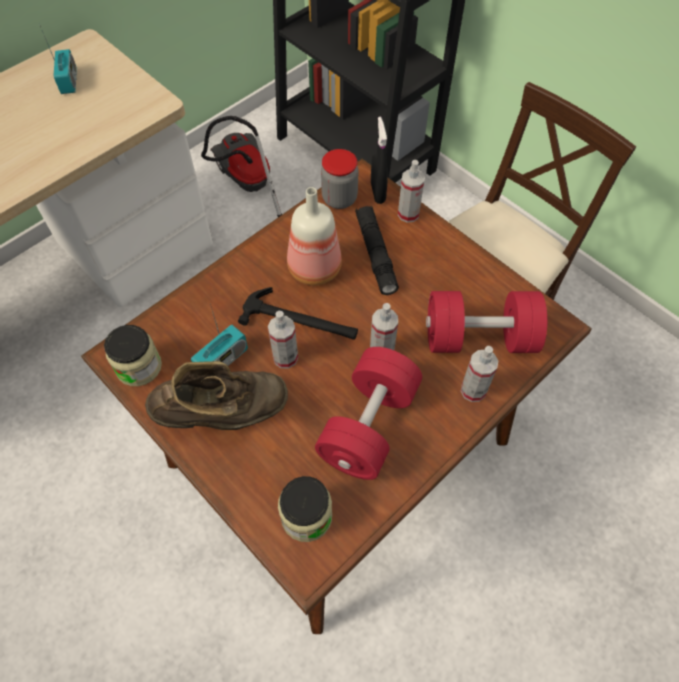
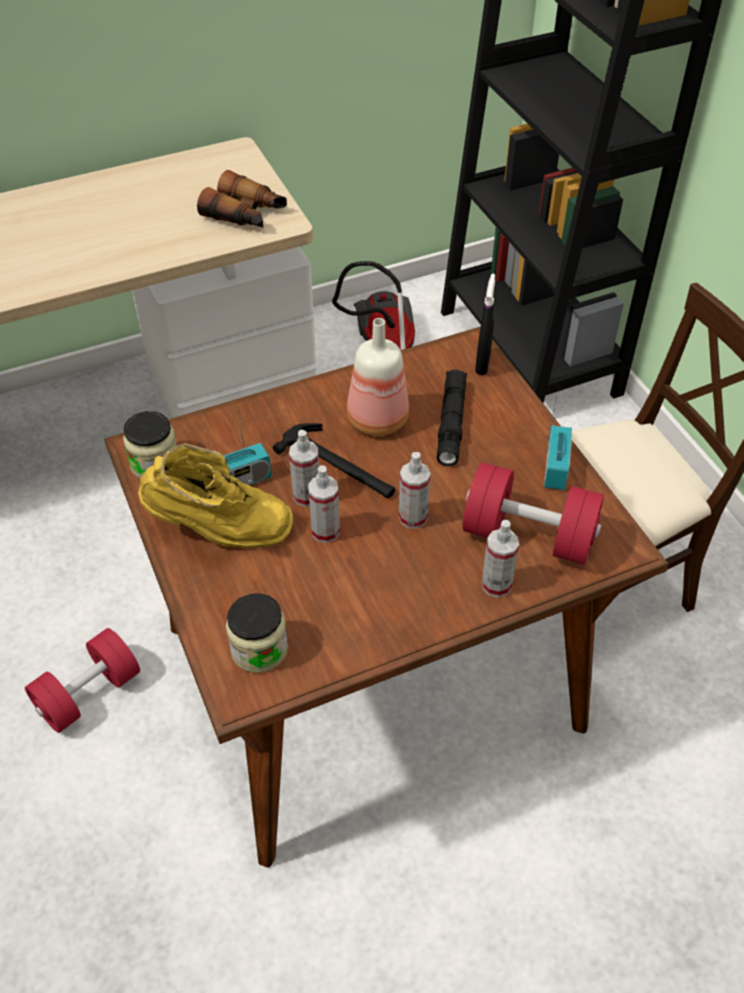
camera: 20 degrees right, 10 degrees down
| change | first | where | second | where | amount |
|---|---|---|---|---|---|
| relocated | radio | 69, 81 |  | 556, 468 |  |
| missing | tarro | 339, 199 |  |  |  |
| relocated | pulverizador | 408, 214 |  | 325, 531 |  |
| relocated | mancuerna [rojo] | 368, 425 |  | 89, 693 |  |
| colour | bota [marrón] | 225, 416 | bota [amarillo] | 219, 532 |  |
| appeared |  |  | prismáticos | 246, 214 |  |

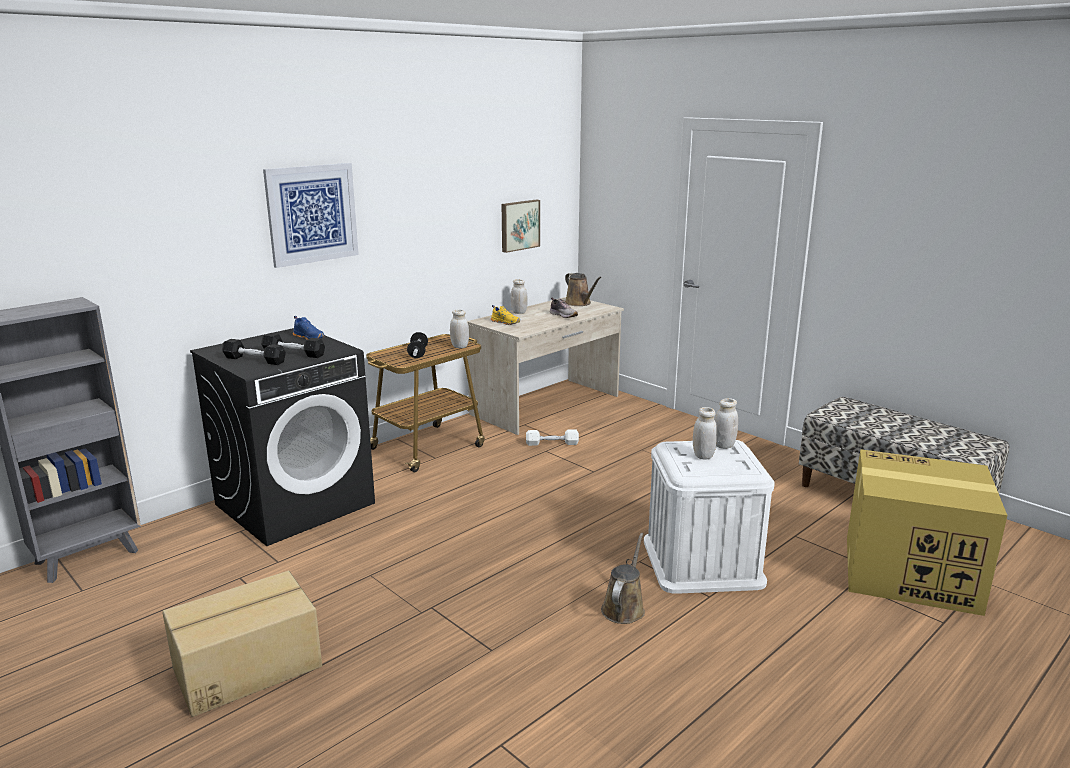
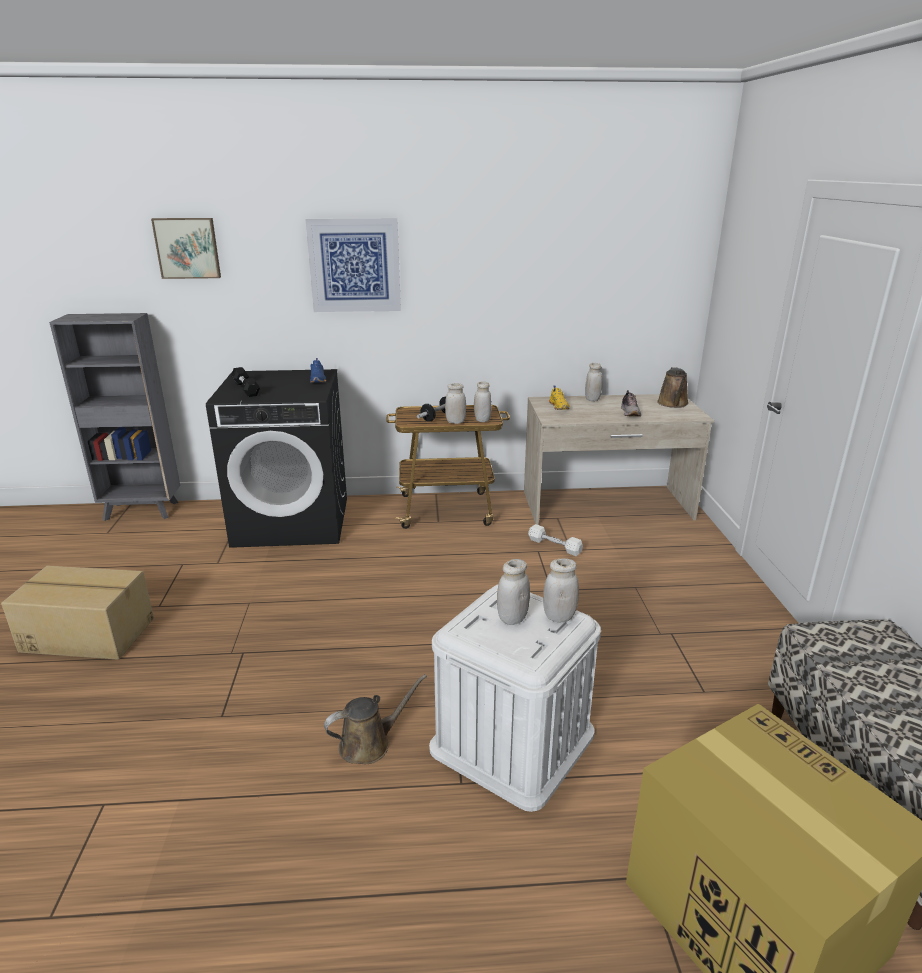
camera: 40 degrees right, 5 degrees up
| change | first | where | second | where | amount |
|---|---|---|---|---|---|
| relocated | cuadro | 519, 225 |  | 187, 248 |  |
| missing | mancuerna [negro] | 293, 353 |  |  |  |
| appeared |  |  | tarro [blanco] | 455, 422 |  |

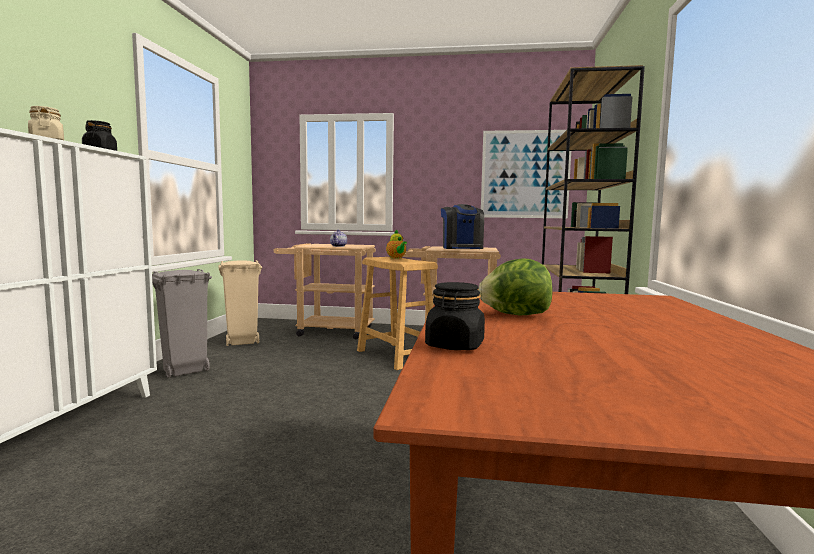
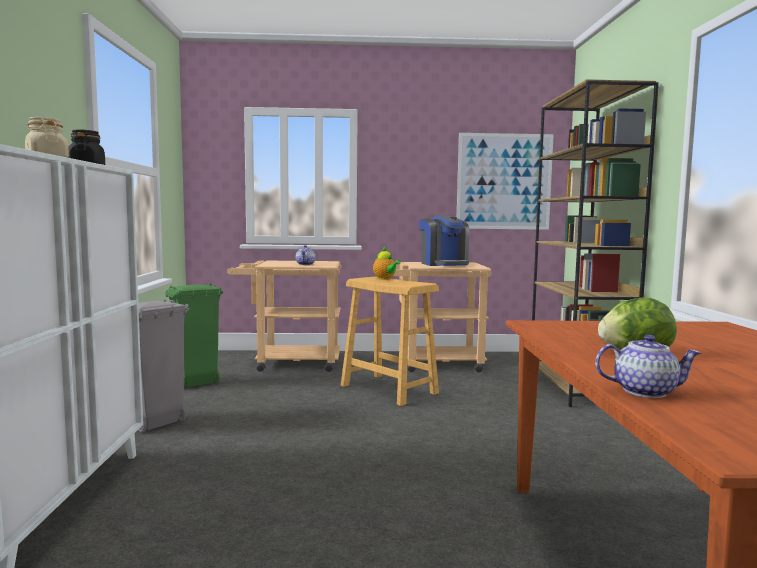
camera: 10 degrees left, 0 degrees up
| change | first | where | second | where | amount |
|---|---|---|---|---|---|
| colour | papelera [beis] | 241, 342 | papelera [verde] | 196, 383 |  |
| exchanged | tarro [negro] | 455, 346 | tetera | 645, 391 |  |

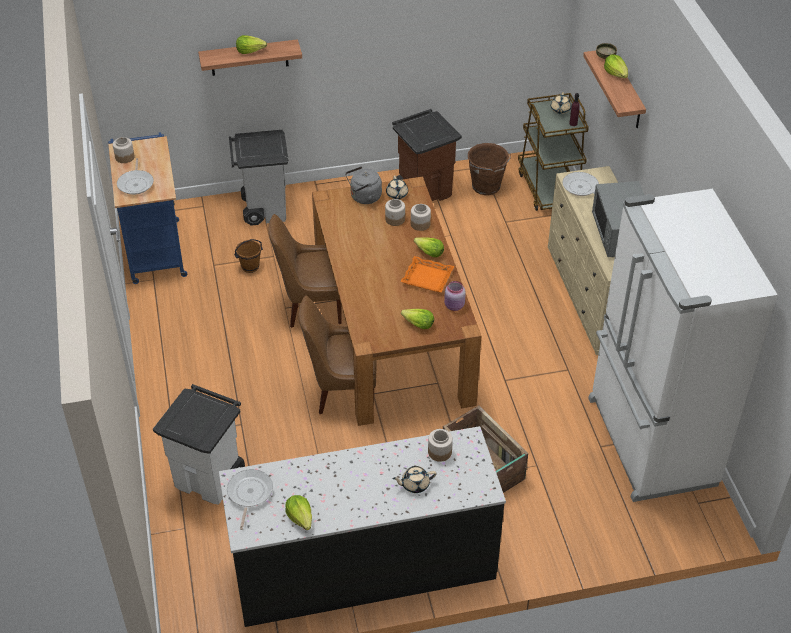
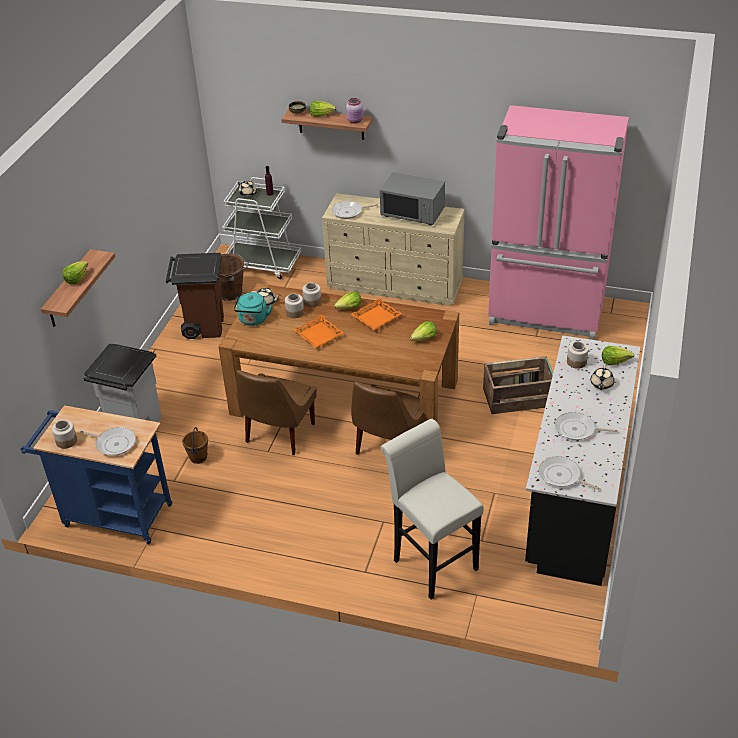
camera: 60 degrees left, 5 degrees down
| change | first | where | second | where | amount |
|---|---|---|---|---|---|
| colour | carrito [marrón] | 549, 188 | carrito [blanco] | 262, 264 |  |
| colour | hervidor [gris] | 364, 197 | hervidor [turquesa] | 253, 320 |  |
| colour | nevera [blanco] | 649, 442 | nevera [rosa] | 546, 313 |  |
| relocated | tarro [rosa] | 454, 306 |  | 355, 121 |  |
| exchanged | papelera [blanco] | 210, 478 | taburete [blanco] | 431, 561 |  |
| relocated | lechuga | 300, 518 |  | 615, 361 |  |
| appeared |  |  | bandeja [naranja] | 318, 335 |  |
| appeared |  |  | sartén | 577, 429 |  |

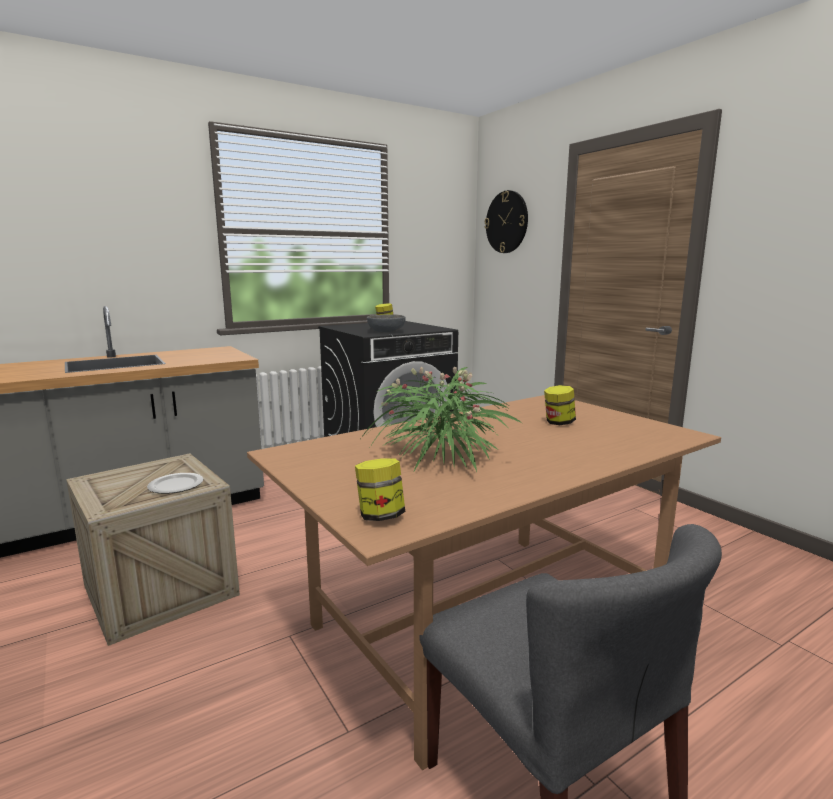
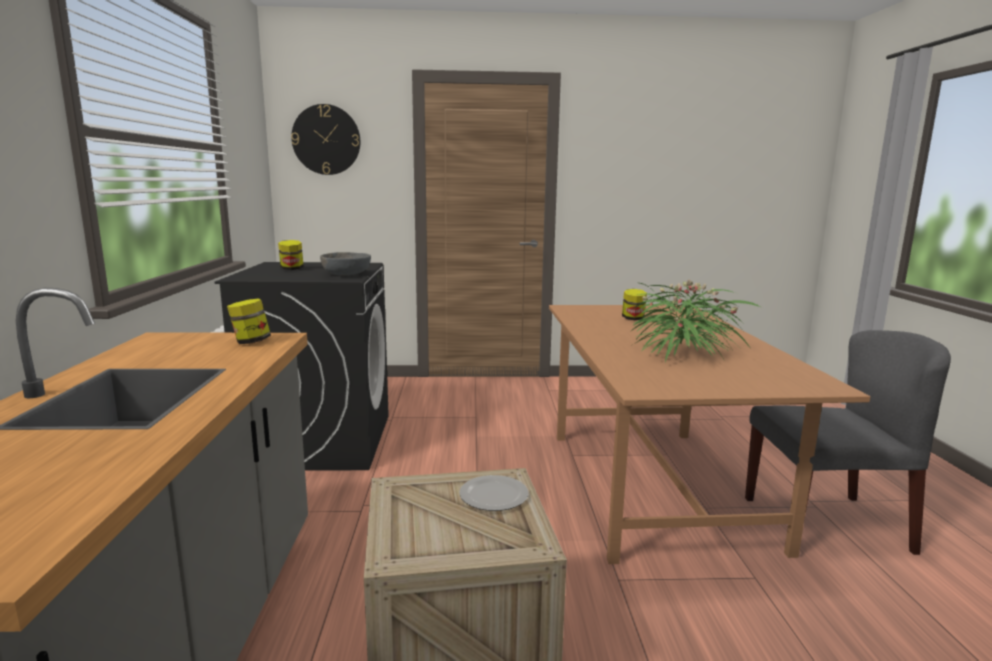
camera: 60 degrees left, 0 degrees up
| change | first | where | second | where | amount |
|---|---|---|---|---|---|
| relocated | tarro | 380, 516 |  | 251, 342 |  |

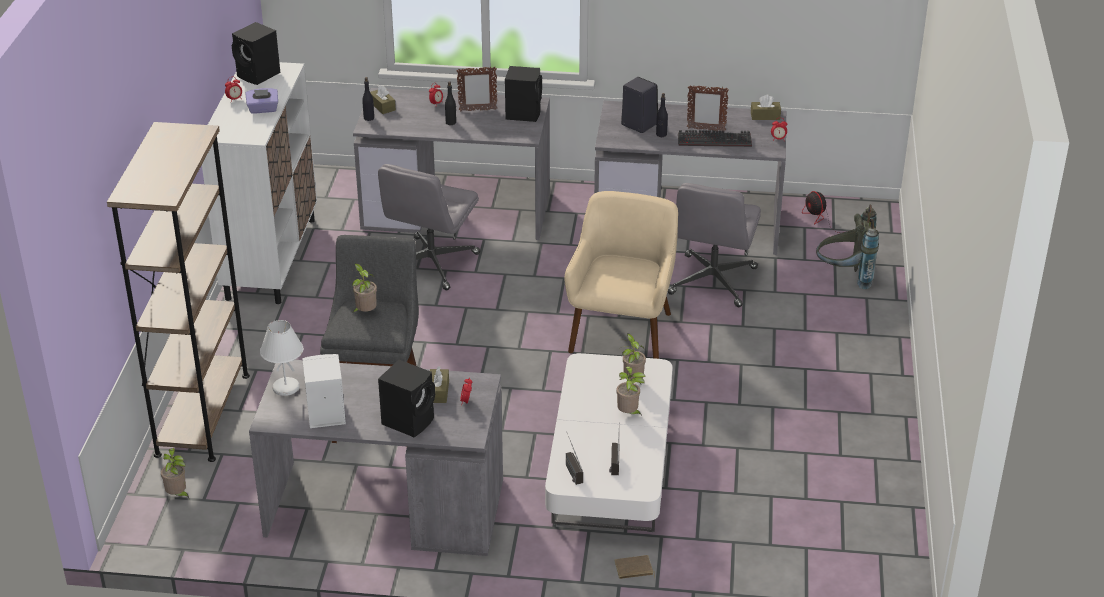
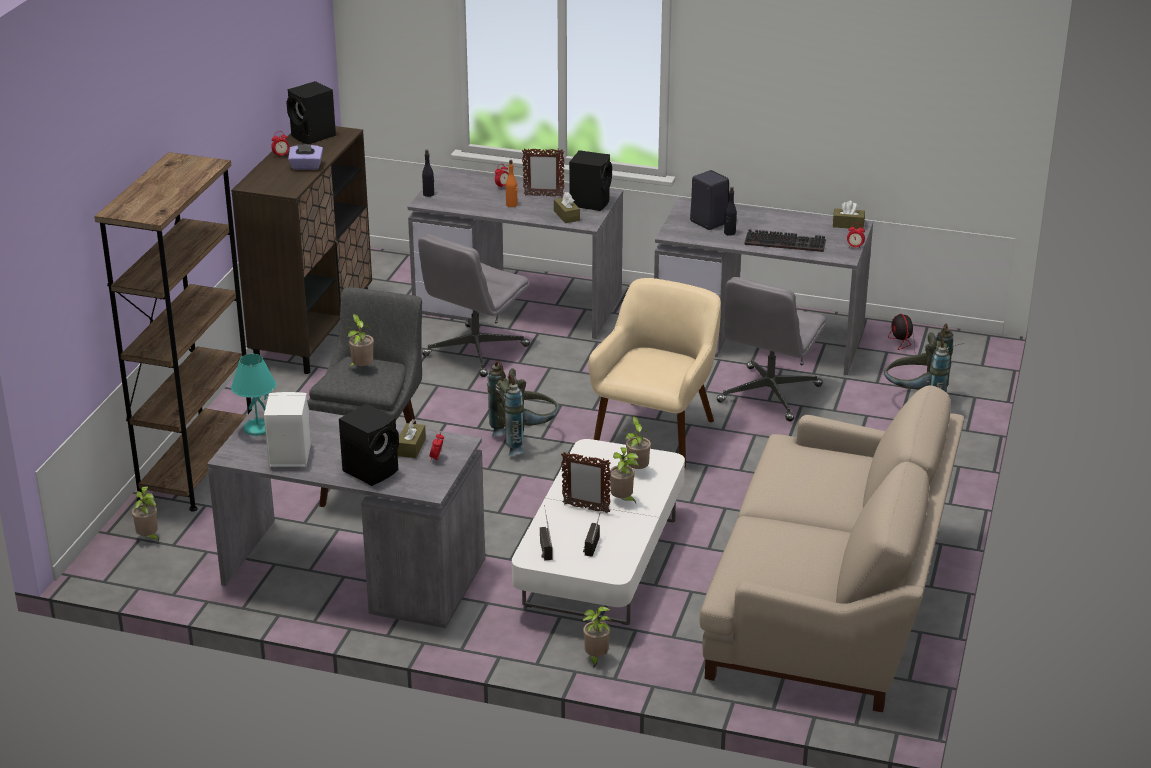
camera: 10 degrees right, 5 degrees down
| change | first | where | second | where | amount |
|---|---|---|---|---|---|
| colour | armario [blanco] | 271, 258 | armario [marrón] | 313, 331 |  |
| colour | botella [negro] | 451, 122 | botella [naranja] | 511, 205 |  |
| relocated | caja de pañuelos [marrón] | 382, 106 |  | 566, 216 |  |
| relocated | portarretratos | 705, 129 |  | 585, 508 |  |
| colour | lámpara de mesa [blanco] | 285, 388 | lámpara de mesa [turquesa] | 257, 429 |  |
| exchanged | libro [marrón] | 634, 570 | planta en maceta | 595, 658 |  |
| appeared |  |  | mochila [gris] | 525, 439 |  |
| appeared |  |  | sofá [beis] | 831, 600 |  |

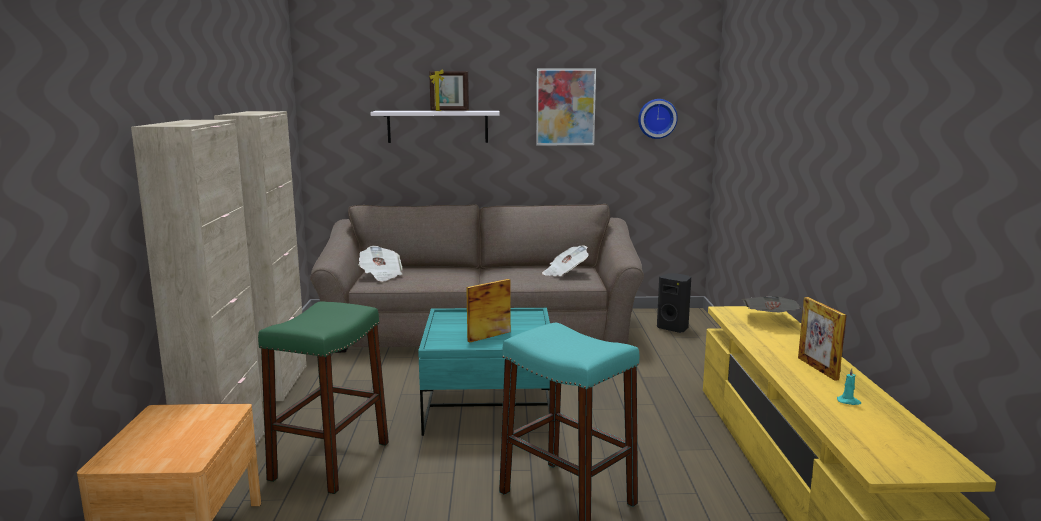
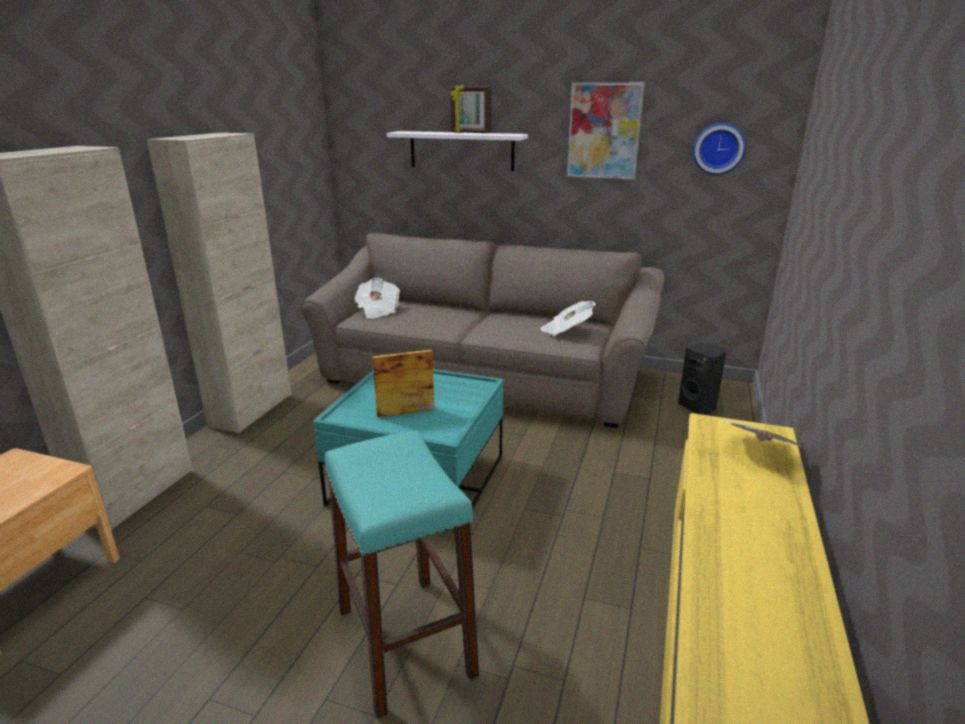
camera: 20 degrees right, 10 degrees up
| change | first | where | second | where | amount |
|---|---|---|---|---|---|
| missing | portarretratos | 817, 368 |  |  |  |
| missing | taburete [verde] | 330, 460 |  |  |  |
| missing | vela [turquesa] | 848, 401 |  |  |  |

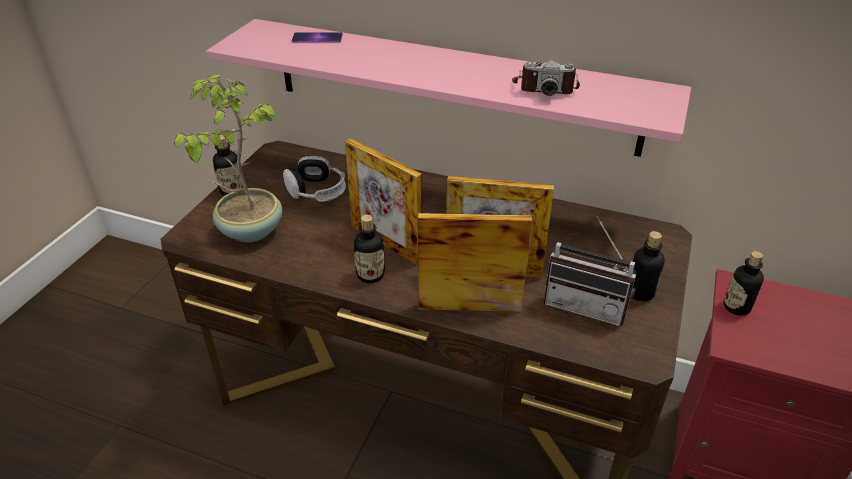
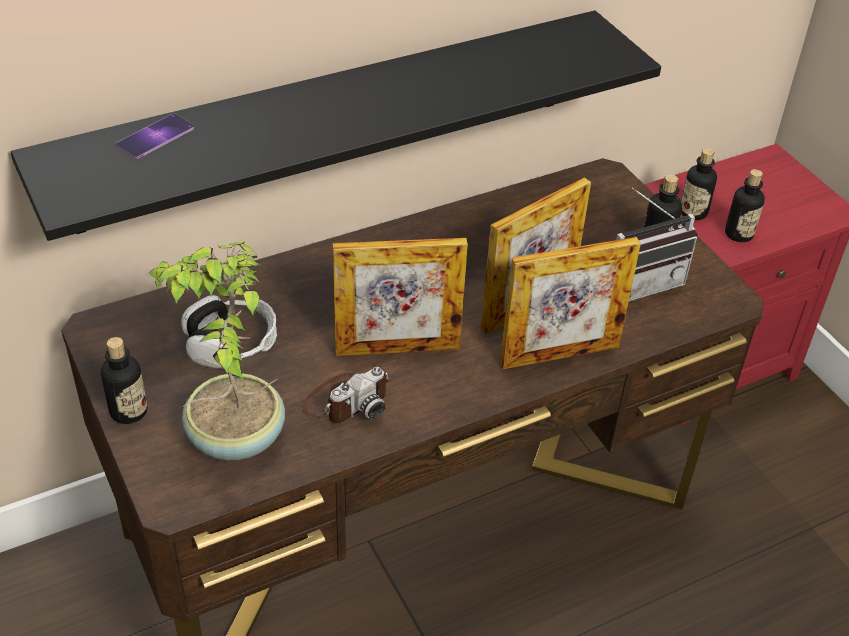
camera: 50 degrees left, 5 degrees up
| change | first | where | second | where | amount |
|---|---|---|---|---|---|
| colour | estante [rosa] | 452, 86 | estante [negro] | 331, 119 |  |
| relocated | cámara | 544, 87 |  | 347, 401 |  |
| spun | portarretratos | 469, 307 |  | 559, 354 | 150 degrees counterclockwise |
| relocated | botella | 370, 275 |  | 739, 234 |  |

